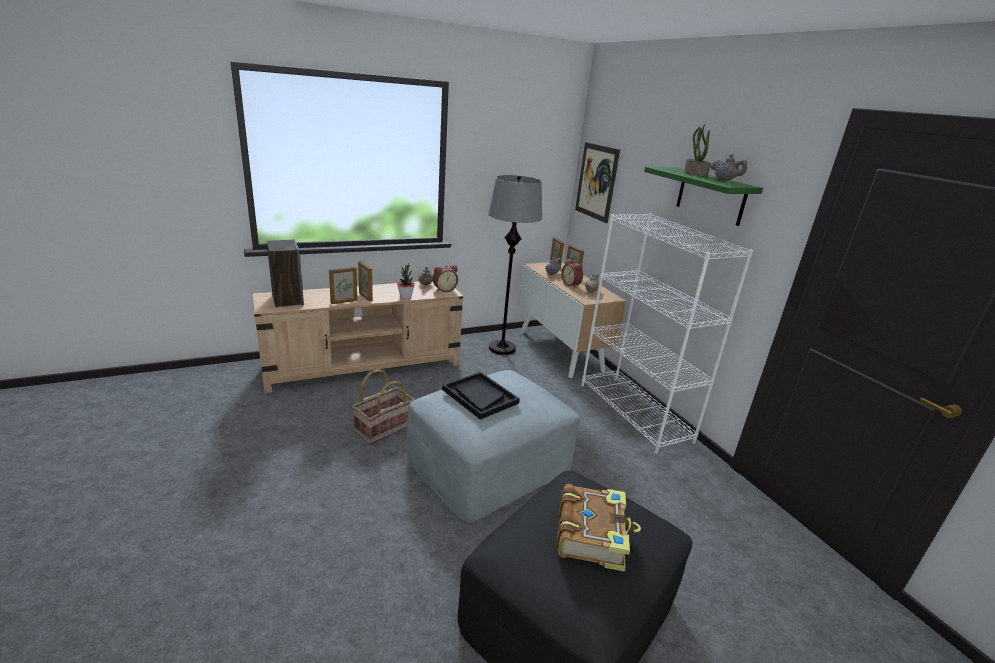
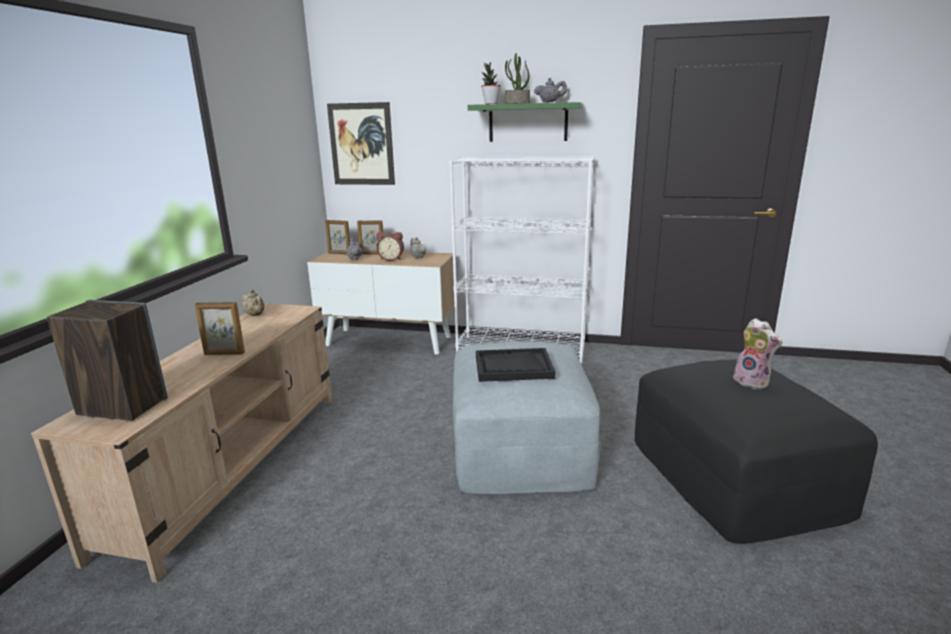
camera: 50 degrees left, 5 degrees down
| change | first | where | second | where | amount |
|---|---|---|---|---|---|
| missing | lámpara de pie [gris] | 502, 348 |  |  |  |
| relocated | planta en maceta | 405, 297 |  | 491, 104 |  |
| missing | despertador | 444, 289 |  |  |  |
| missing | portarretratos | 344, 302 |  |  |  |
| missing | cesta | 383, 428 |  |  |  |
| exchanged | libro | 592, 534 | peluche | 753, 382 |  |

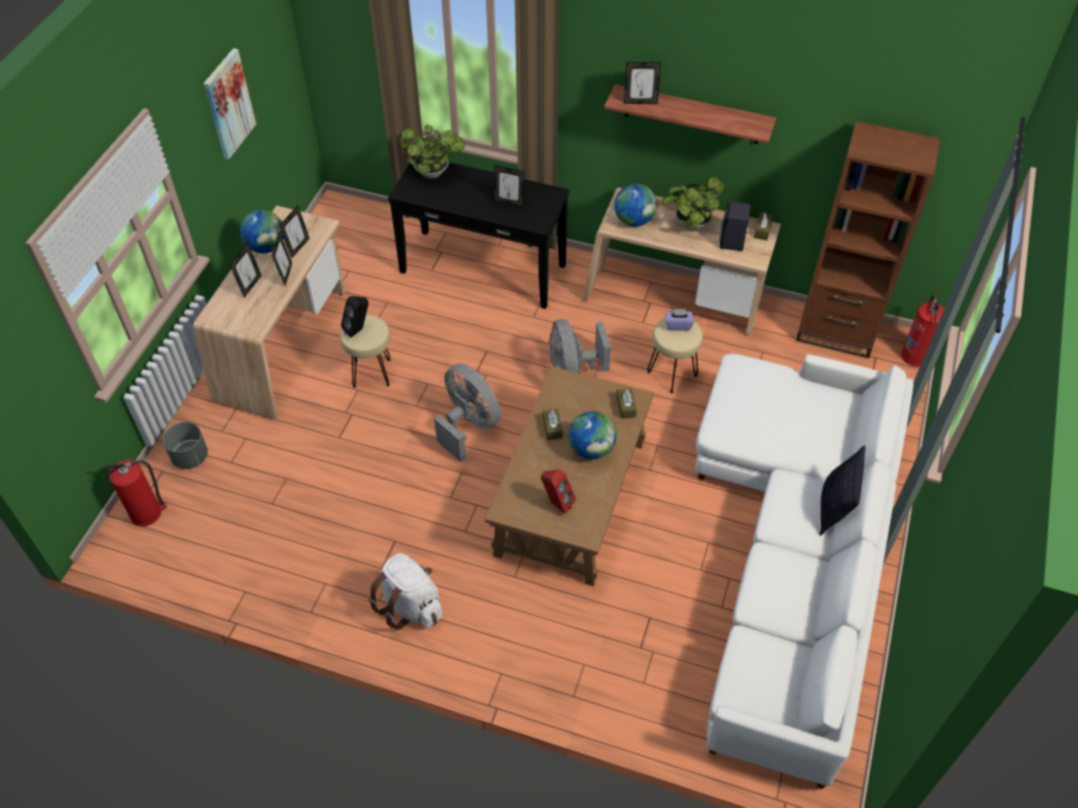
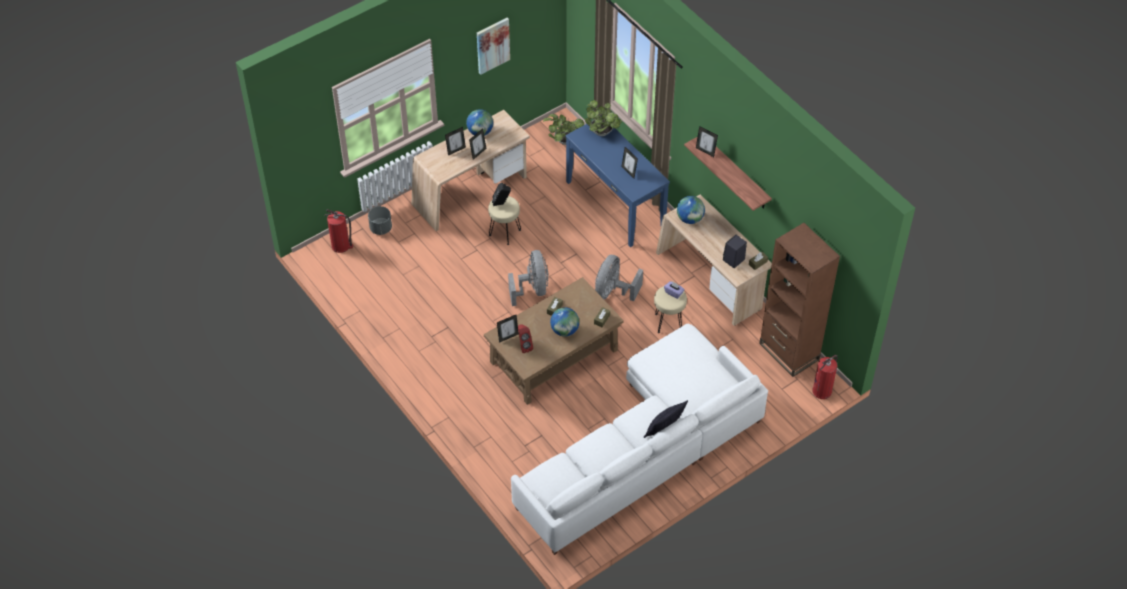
camera: 35 degrees right, 0 degrees up
| change | first | where | second | where | amount |
|---|---|---|---|---|---|
| colour | mesa consola [negro] | 483, 268 | mesa consola [azul] | 615, 204 |  |
| relocated | planta en maceta | 690, 225 |  | 563, 140 |  |
| relocated | portarretratos | 298, 247 |  | 508, 337 |  |
| missing | mochila [blanco] | 410, 605 |  |  |  |

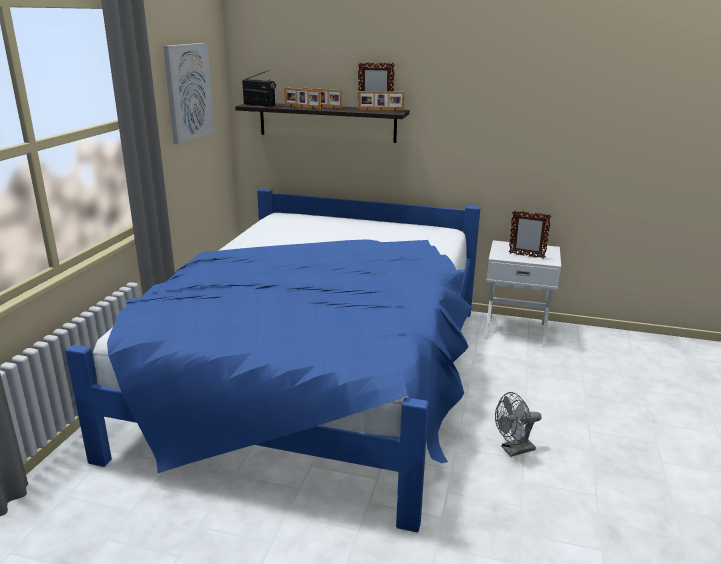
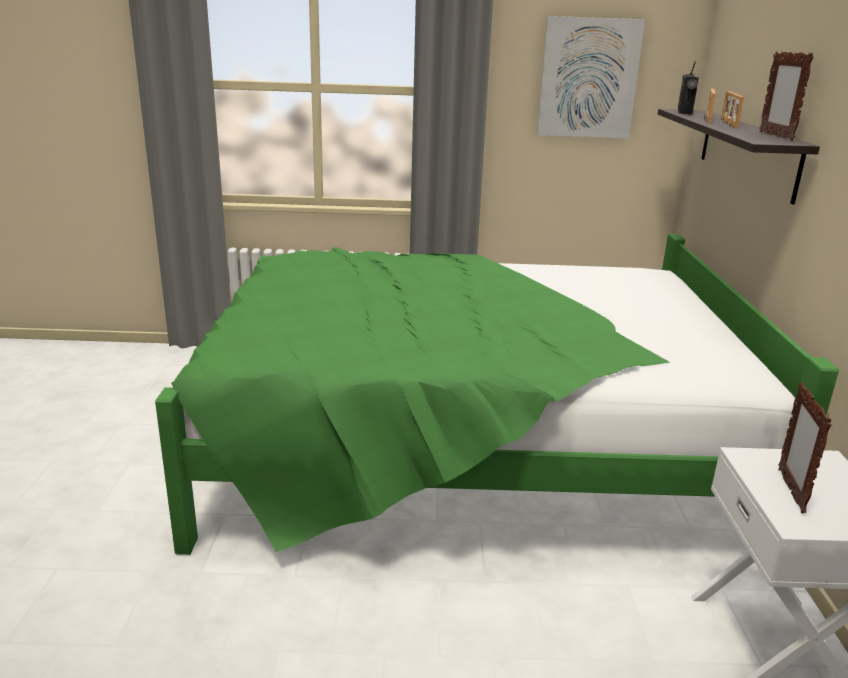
camera: 75 degrees right, 0 degrees up
| change | first | where | second | where | amount |
|---|---|---|---|---|---|
| missing | portarretratos | 381, 110 |  |  |  |
| colour | cama [azul] | 319, 375 | cama [verde] | 464, 446 |  |
| missing | ventilador [gris] | 513, 450 |  |  |  |

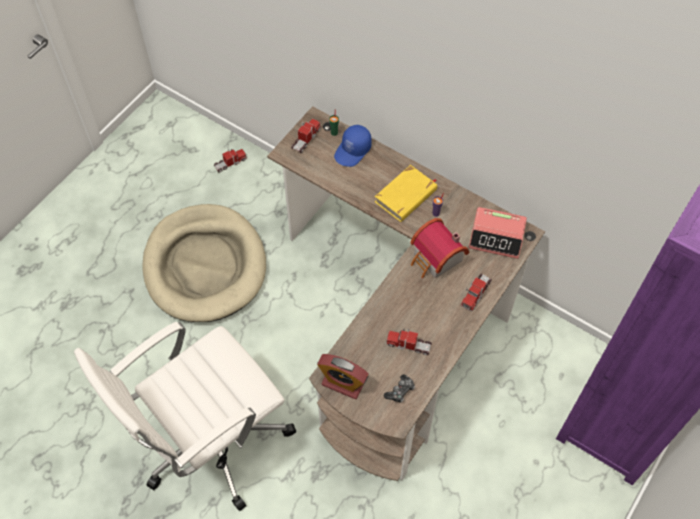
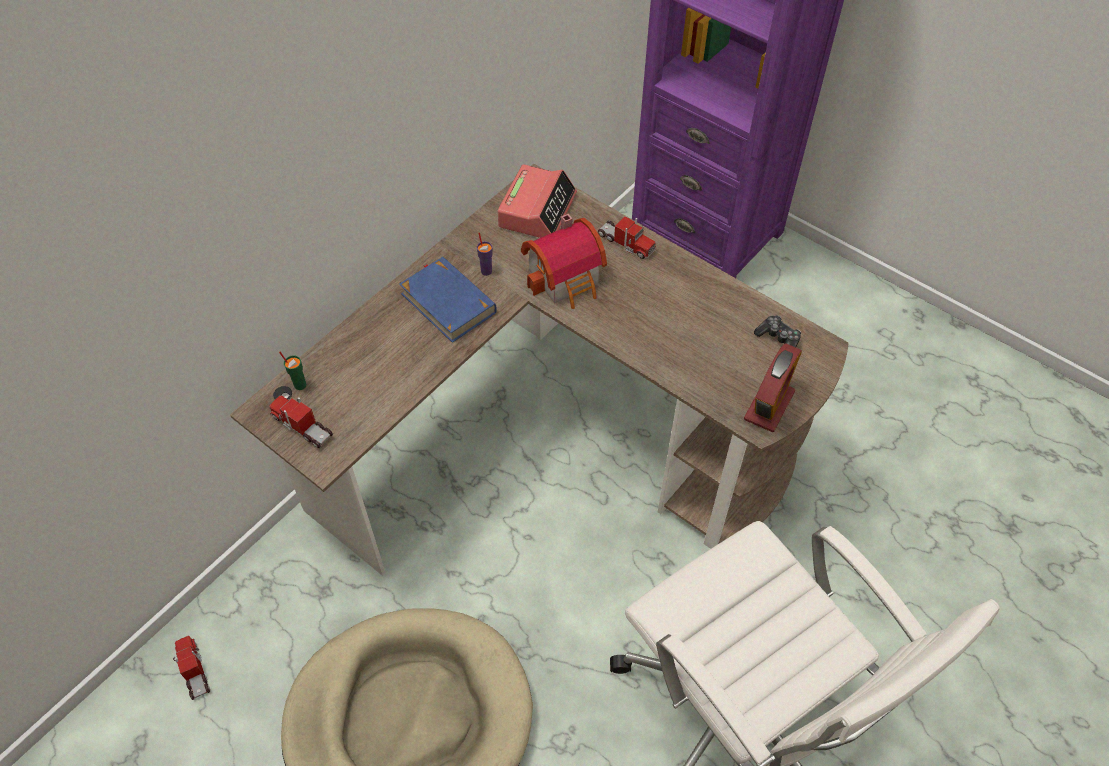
camera: 85 degrees left, 5 degrees down
| change | first | where | second | where | amount |
|---|---|---|---|---|---|
| missing | gorra [azul] | 353, 151 |  |  |  |
| colour | libro [amarillo] | 406, 196 | libro [azul] | 448, 302 |  |
| missing | camión de juguete | 408, 345 |  |  |  |

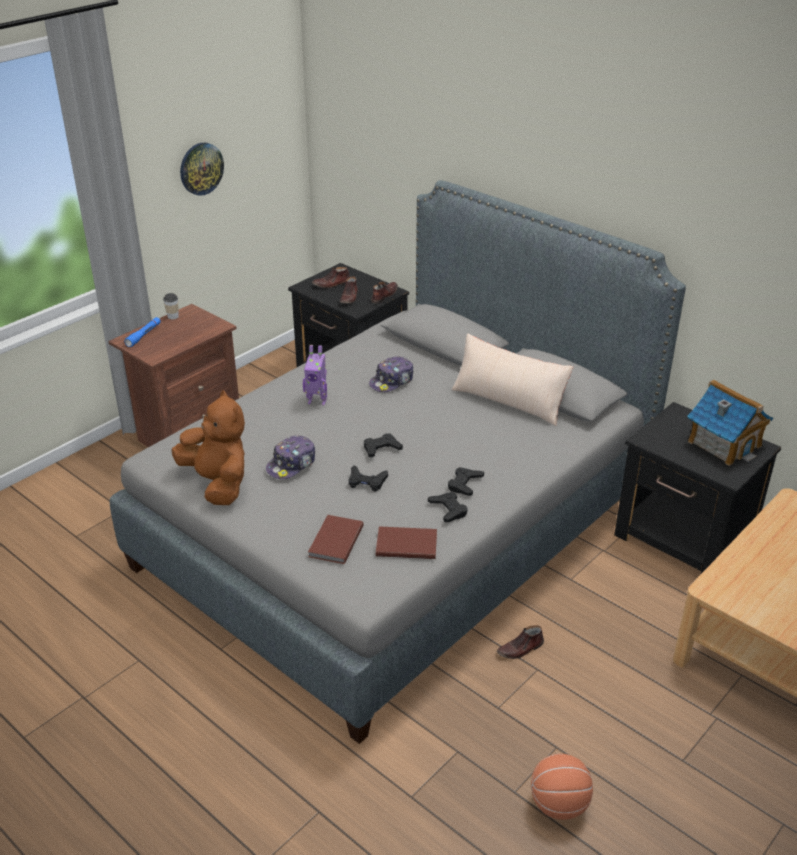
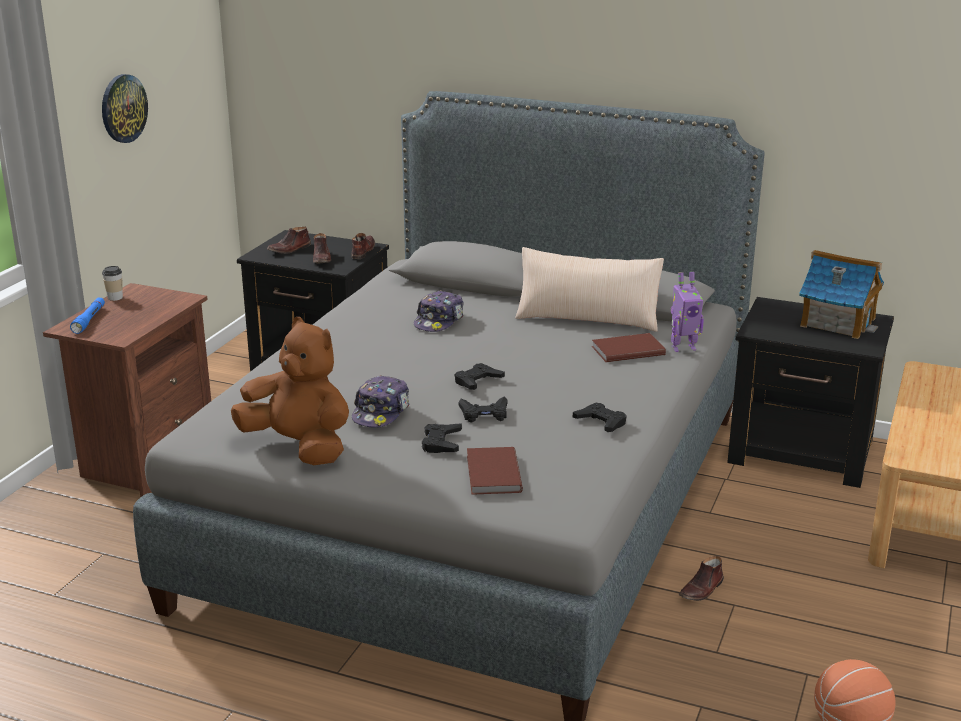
camera: 20 degrees left, 10 degrees down
| change | first | where | second | where | amount |
|---|---|---|---|---|---|
| relocated | robot de juguete | 317, 401 |  | 683, 347 |  |
| relocated | mando de consola [negro] | 464, 484 |  | 441, 443 |  |
| relocated | libro [marrón] | 405, 544 |  | 626, 350 |  |

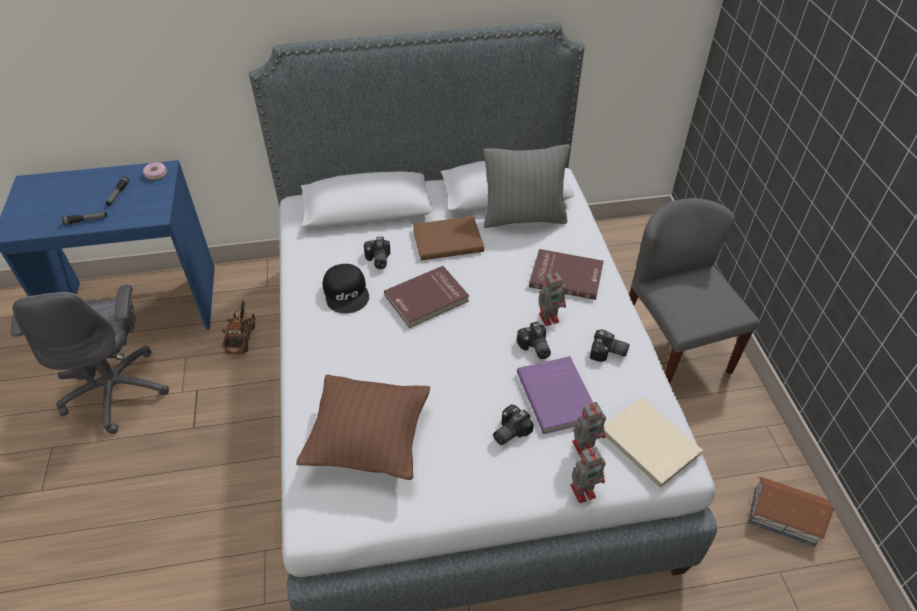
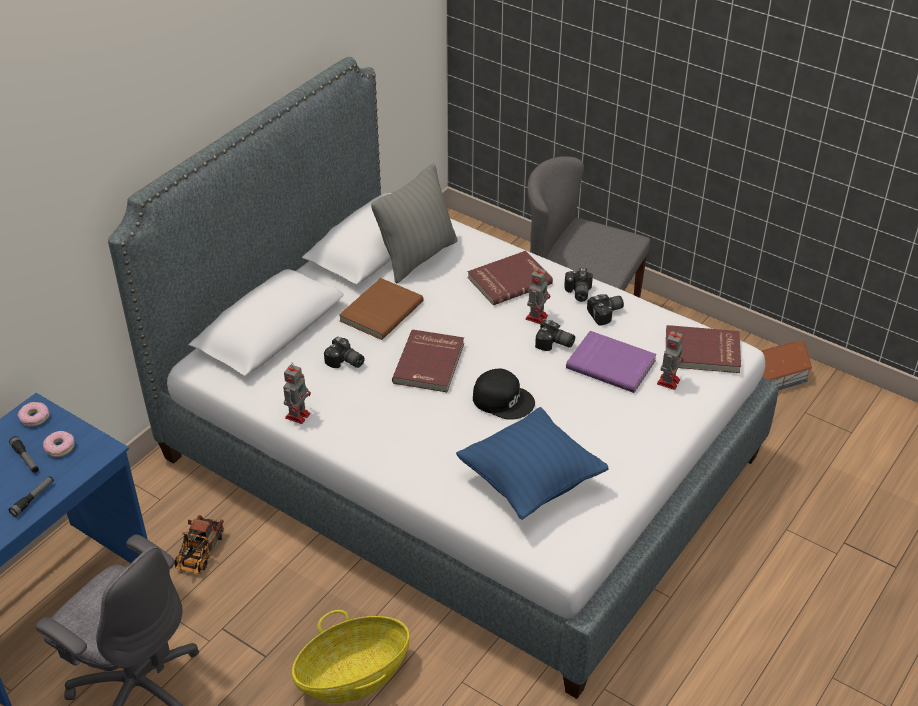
camera: 45 degrees left, 5 degrees down
| change | first | where | second | where | amount |
|---|---|---|---|---|---|
| relocated | gorra [negro] | 347, 292 |  | 503, 399 |  |
| spun | camión de juguete | 242, 335 |  | 198, 555 | 120 degrees counterclockwise |
| colour | cojín [marrón] | 369, 441 | cojín [azul] | 530, 482 |  |
| colour | libro [beis] | 648, 444 | libro [rojo] | 702, 352 |  |
| relocated | cámara | 508, 431 |  | 577, 292 |  |
| relocated | robot de juguete | 584, 490 |  | 298, 415 |  |
| appeared |  |  | rosquilla | 60, 447 |  |
| appeared |  |  | cesta | 353, 675 |  |

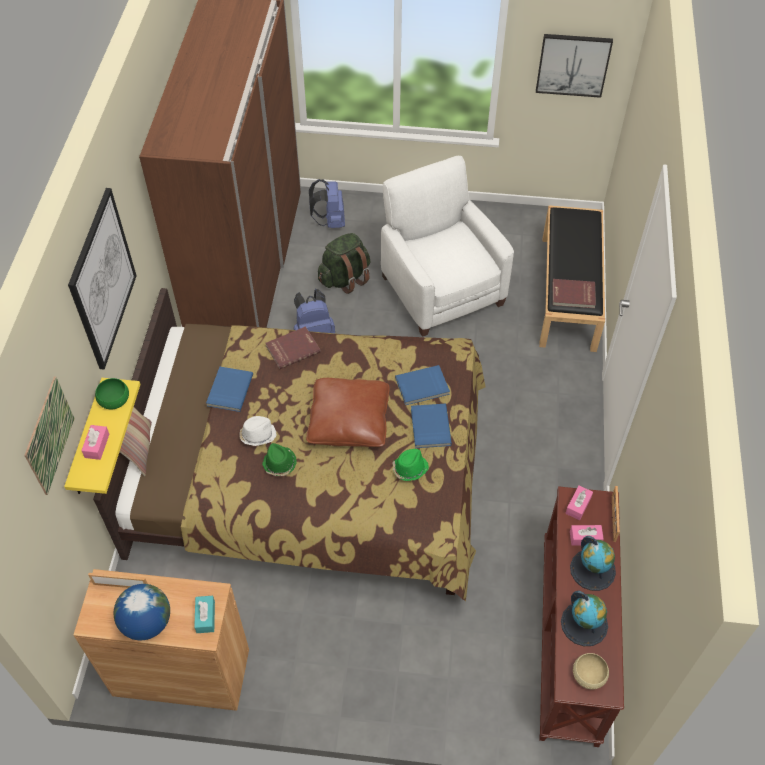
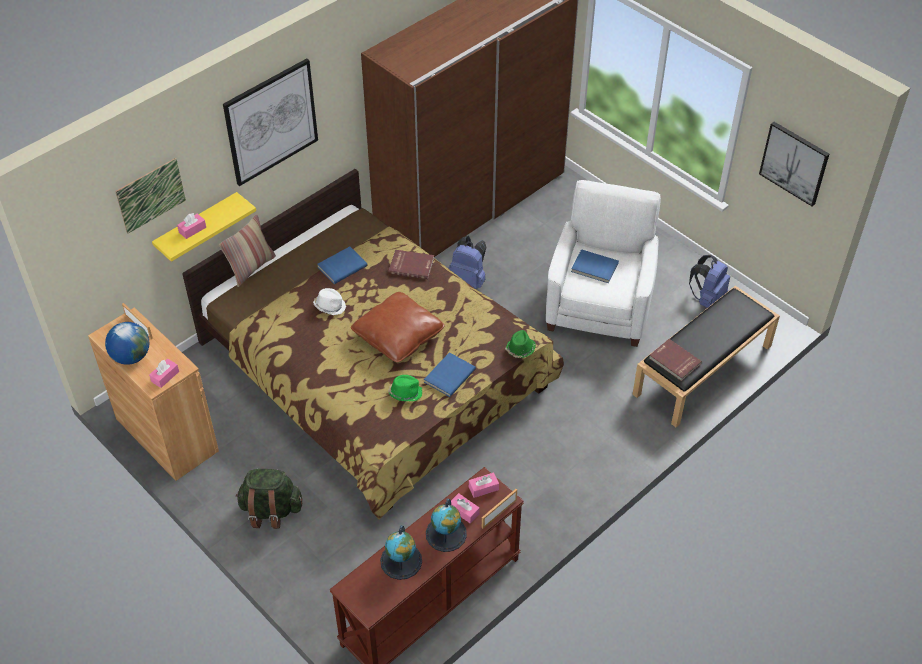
camera: 40 degrees right, 5 degrees down
| change | first | where | second | where | amount |
|---|---|---|---|---|---|
| relocated | mochila [azul] | 330, 221 |  | 707, 299 |  |
| relocated | mochila [verde] | 345, 278 |  | 271, 510 |  |
| relocated | libro [azul] | 422, 387 |  | 594, 268 |  |
| missing | cuenco [verde] | 114, 399 |  |  |  |
| relocated | sombrero [verde] | 279, 464 |  | 520, 349 |  |
| colour | caja de pañuelos [turquesa] | 205, 617 | caja de pañuelos [rosa] | 165, 376 |  |
| missing | cuenco [beis] | 589, 675 |  |  |  |

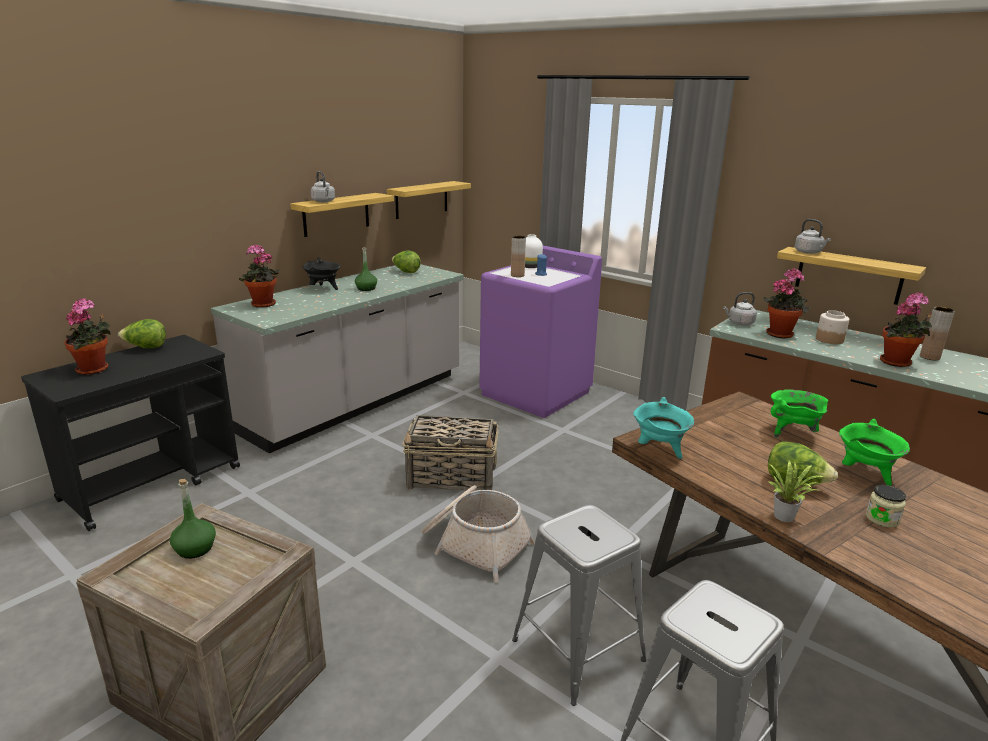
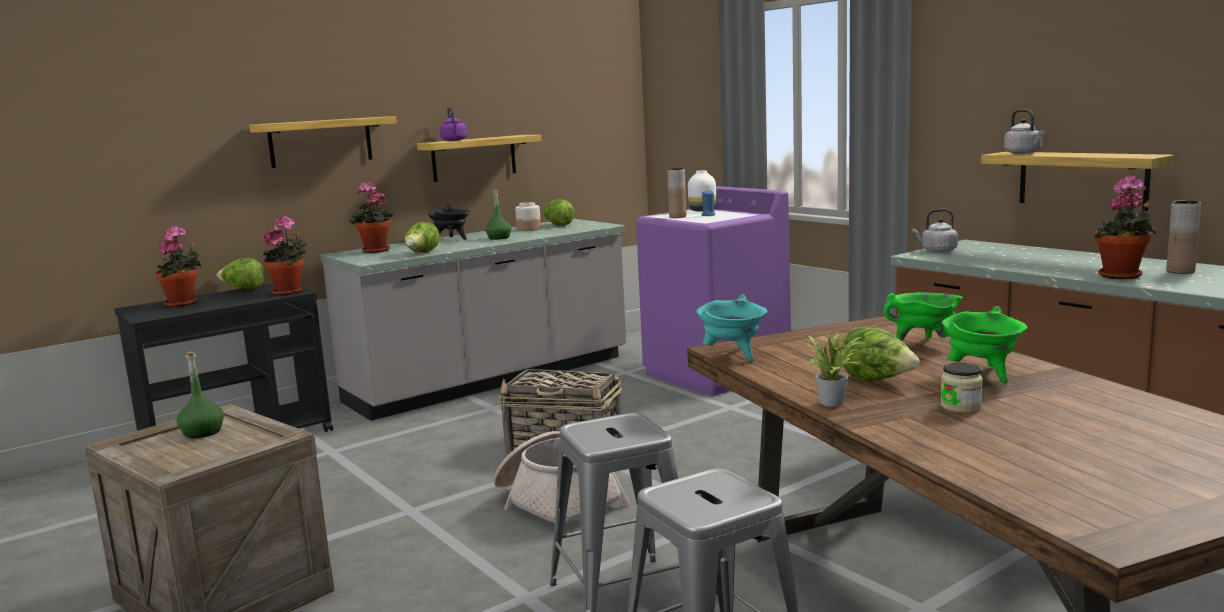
camera: 15 degrees right, 10 degrees down
| change | first | where | second | where | amount |
|---|---|---|---|---|---|
| colour | hervidor [gris] | 324, 201 | hervidor [morado] | 454, 140 |  |
| relocated | estante | 421, 199 |  | 320, 142 |  |
| relocated | planta en maceta | 780, 334 |  | 290, 292 |  |
| relocated | tarro | 829, 339 |  | 528, 229 |  |
| appeared |  |  | lechuga | 422, 253 |  |

